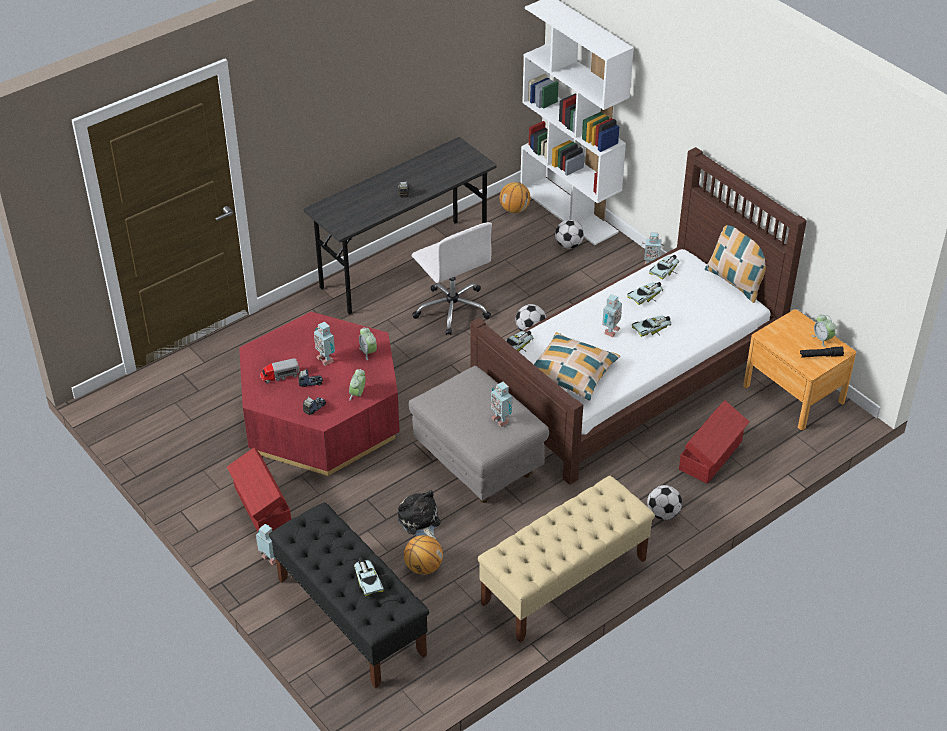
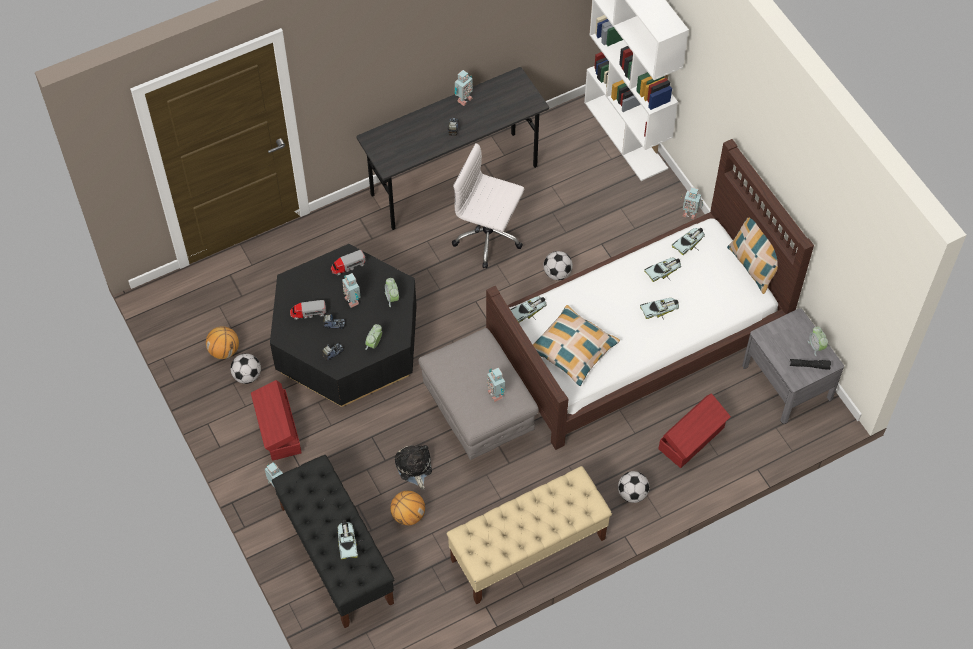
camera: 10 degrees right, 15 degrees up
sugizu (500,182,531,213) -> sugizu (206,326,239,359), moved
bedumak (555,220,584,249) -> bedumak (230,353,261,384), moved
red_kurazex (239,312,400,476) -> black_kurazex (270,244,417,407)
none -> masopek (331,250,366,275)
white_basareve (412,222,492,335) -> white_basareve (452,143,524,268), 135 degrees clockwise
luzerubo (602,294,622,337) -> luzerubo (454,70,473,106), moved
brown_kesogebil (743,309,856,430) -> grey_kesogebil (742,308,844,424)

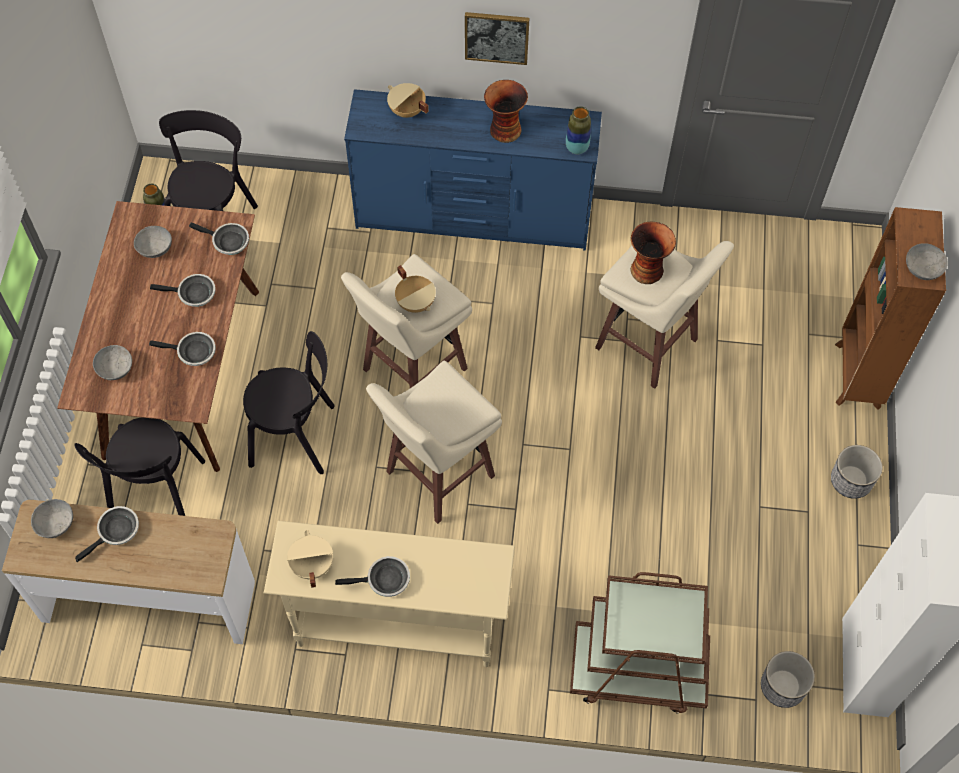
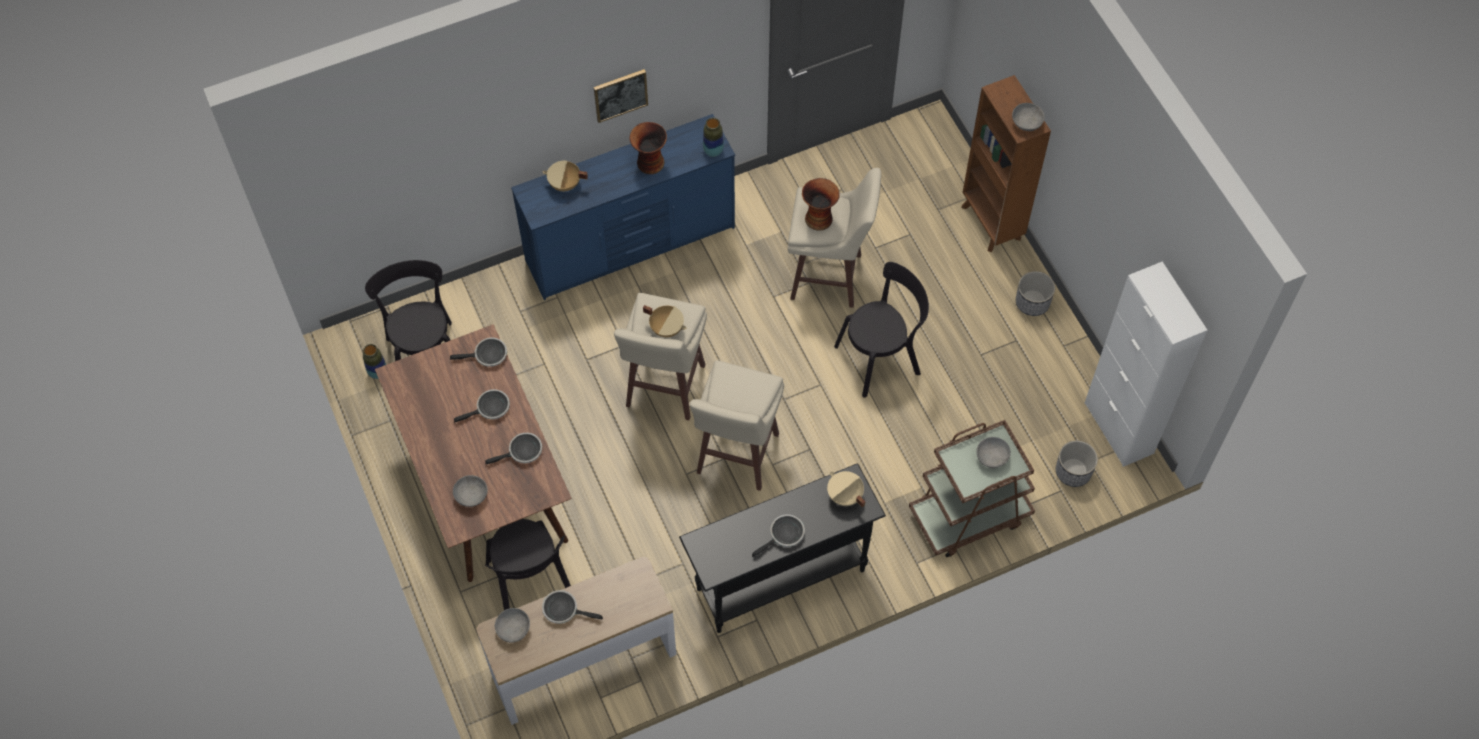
camera: 30 degrees left, 0 degrees up
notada (75,506,139,562) -> notada (542,590,603,624), 90 degrees counterclockwise
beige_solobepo (264,521,515,667) -> black_solobepo (679,463,886,633)
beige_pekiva (287,530,333,588) -> beige_pekiva (827,471,865,507), moved
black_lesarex (243,331,335,474) -> black_lesarex (834,262,929,398), moved
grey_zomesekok (134,226,172,258) -> grey_zomesekok (977,437,1011,468), moved

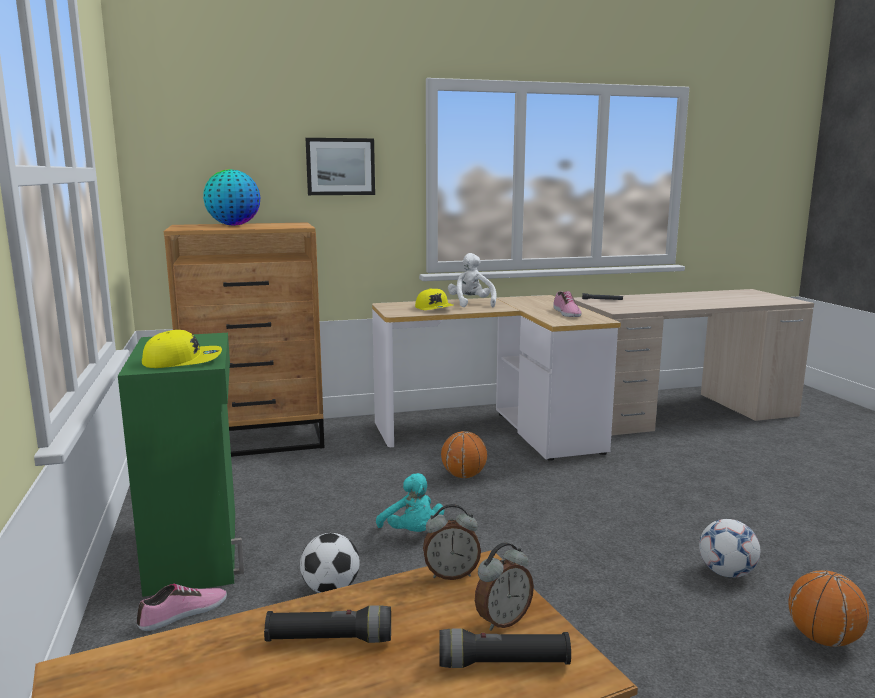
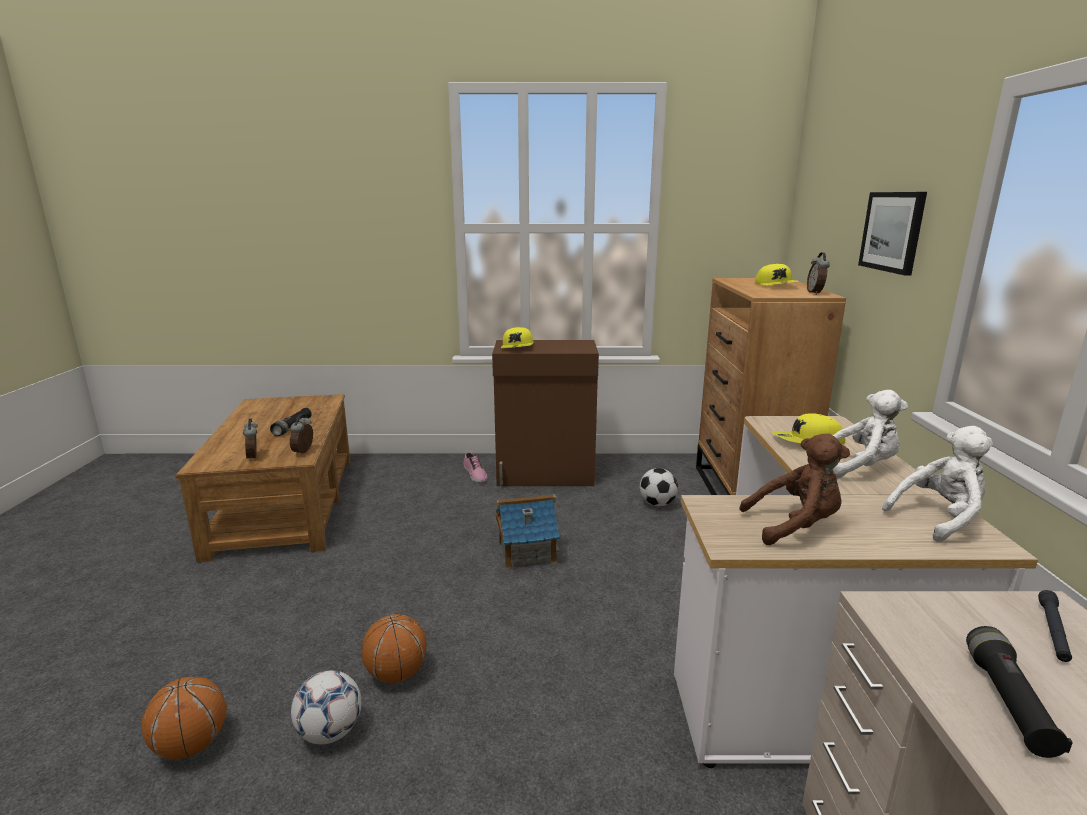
camera: 105 degrees right, 5 degrees up
sugizu (441,431,487,478) -> sugizu (361,614,427,683), moved
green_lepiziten (118,333,244,597) -> brown_lepiziten (492,340,599,486)
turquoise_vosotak (376,473,444,532) -> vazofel (495,494,560,569)
bedumak (300,533,360,593) -> bedumak (639,468,678,506), moved
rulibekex (553,291,582,317) -> brown_vosotak (739,433,850,545)
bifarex (203,169,260,226) -> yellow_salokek (755,263,799,285)
none -> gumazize (807,252,830,295)
none -> white_vosotak (882,426,993,542)
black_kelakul (439,629,571,668) -> black_kelakul (966,626,1073,758), moved

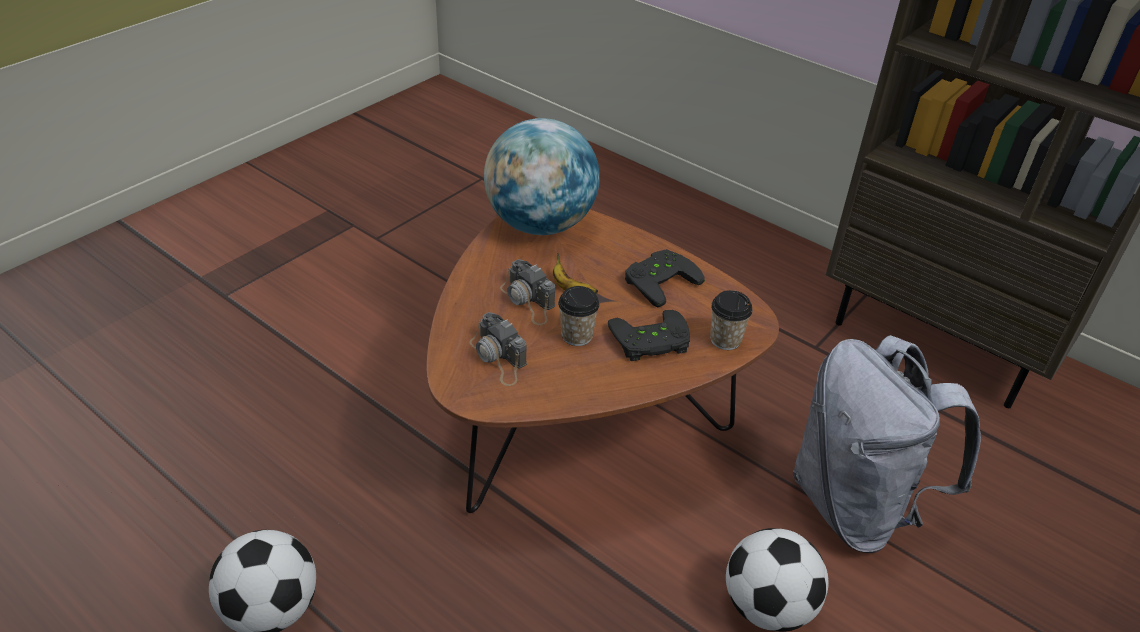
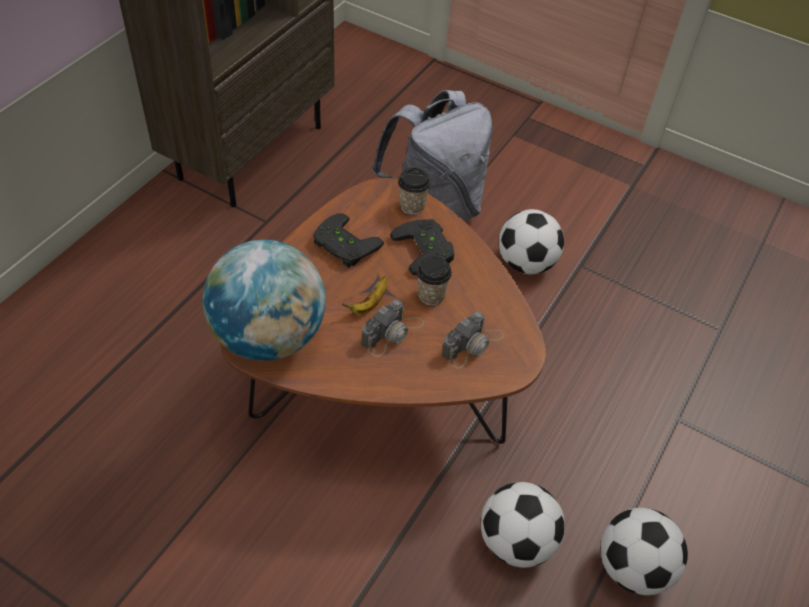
camera: 100 degrees left, 10 degrees up
none -> bedumak (481,482,565,568)

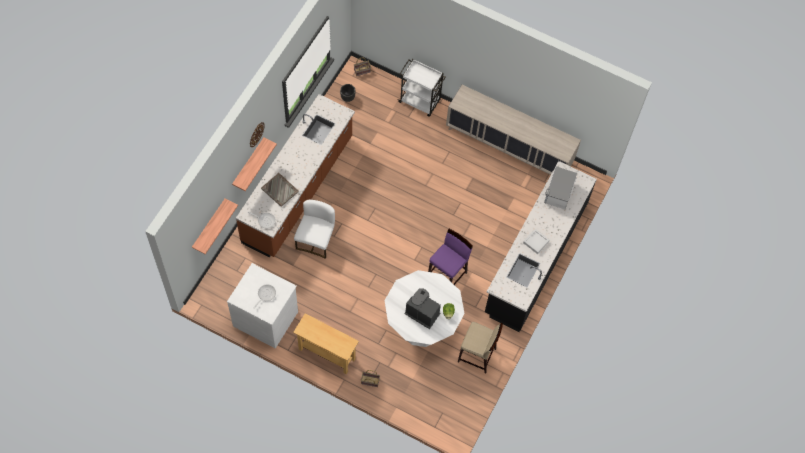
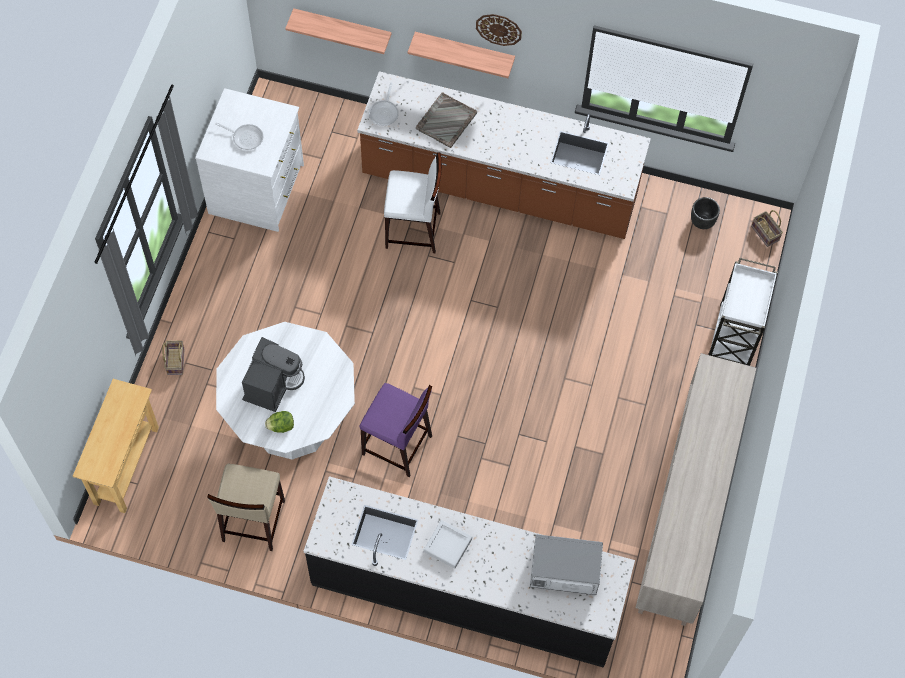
camera: 80 degrees right, 0 degrees up
beige_solobepo (293,313,359,374) -> beige_solobepo (73,379,159,513), moved
white_lesarex (294,200,335,259) -> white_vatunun (384,152,442,253)

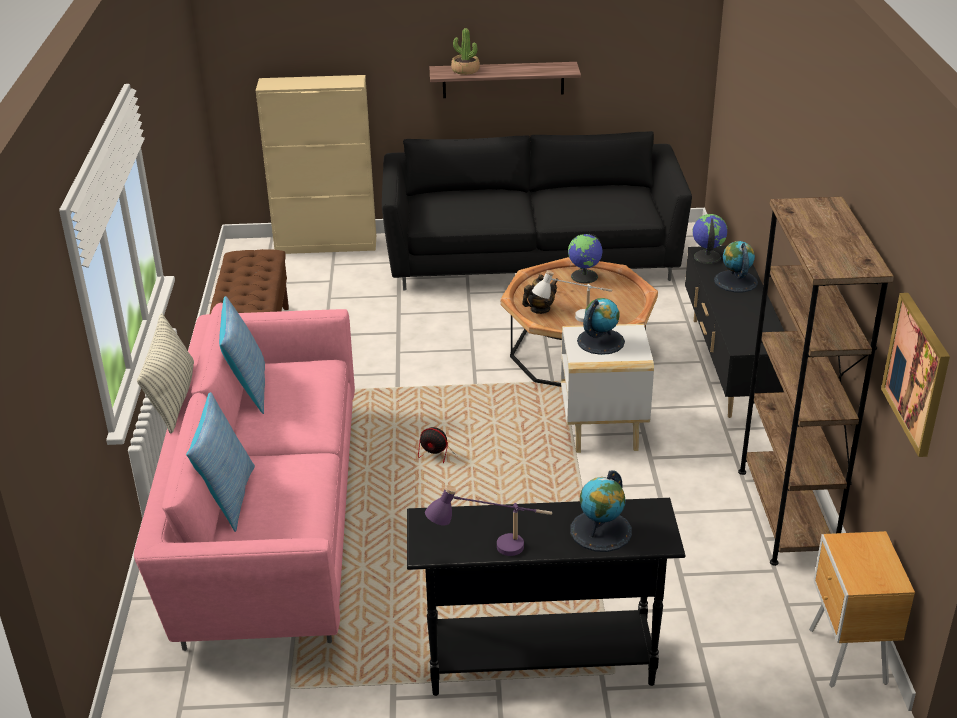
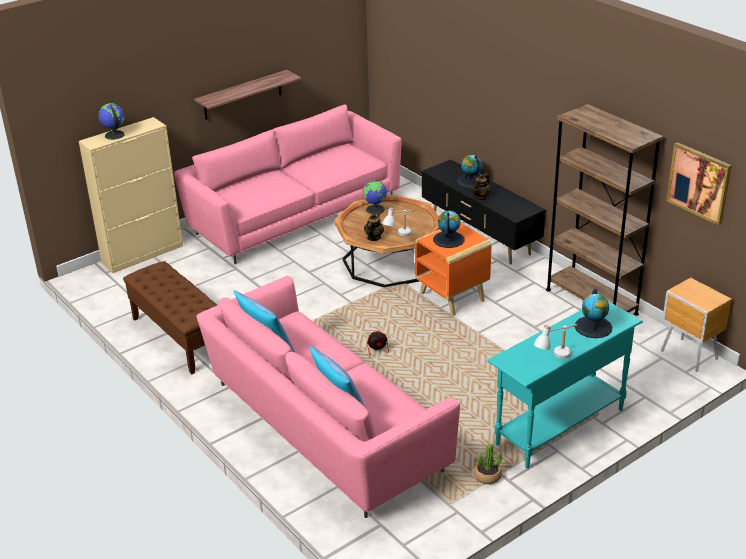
camera: 35 degrees left, 0 degrees up
bifarex (693,214,728,264) -> bifarex (98,103,125,140), moved
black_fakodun (382,131,692,291) -> pink_fakodun (174,104,402,264)
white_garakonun (561,324,654,453) -> orange_garakonun (415,223,492,316)
none -> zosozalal (472,174,490,201)
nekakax (451,28,480,75) -> nekakax (474,443,502,484), moved
black_solobepo (407,498,686,696) -> turquoise_solobepo (487,301,643,468)
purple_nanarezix (425,485,552,556) -> white_nanarezix (534,324,577,359)
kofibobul (137,313,194,433) -> none

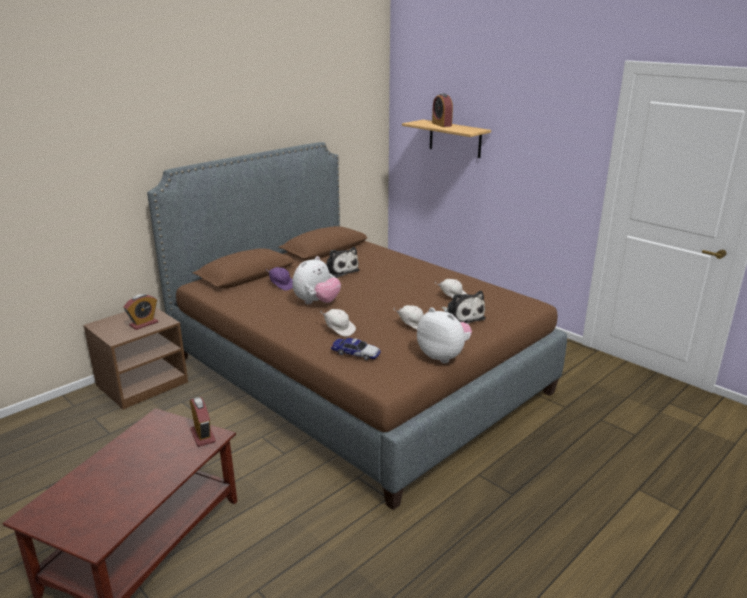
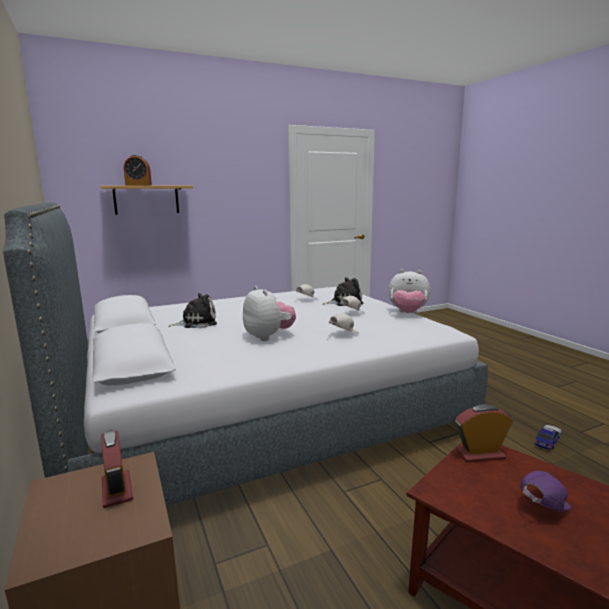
camera: 70 degrees left, 10 degrees down
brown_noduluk (147,142,567,510) -> grey_noduluk (3,202,488,506)
vosotak (417,307,472,363) -> vosotak (389,270,430,313), 135 degrees counterclockwise
purple_salokek (266,267,293,291) -> purple_salokek (521,471,571,512), moved
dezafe (331,338,381,360) -> dezafe (535,425,562,450), moved

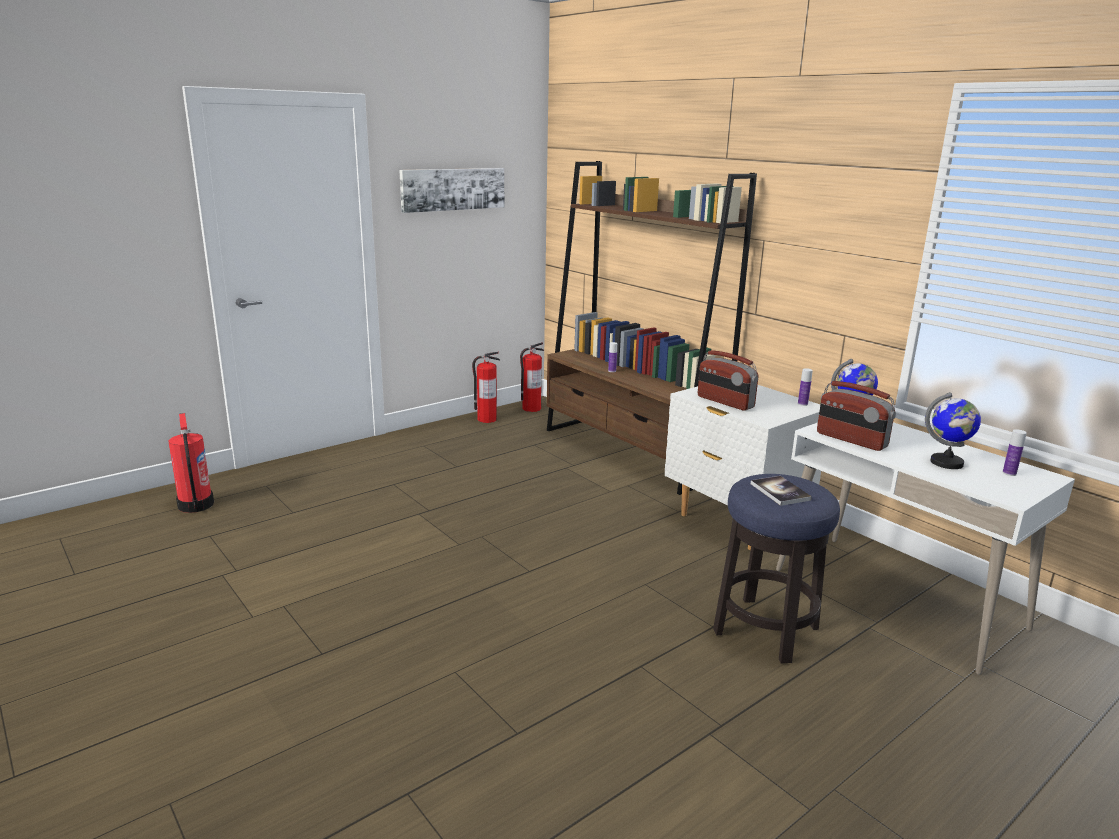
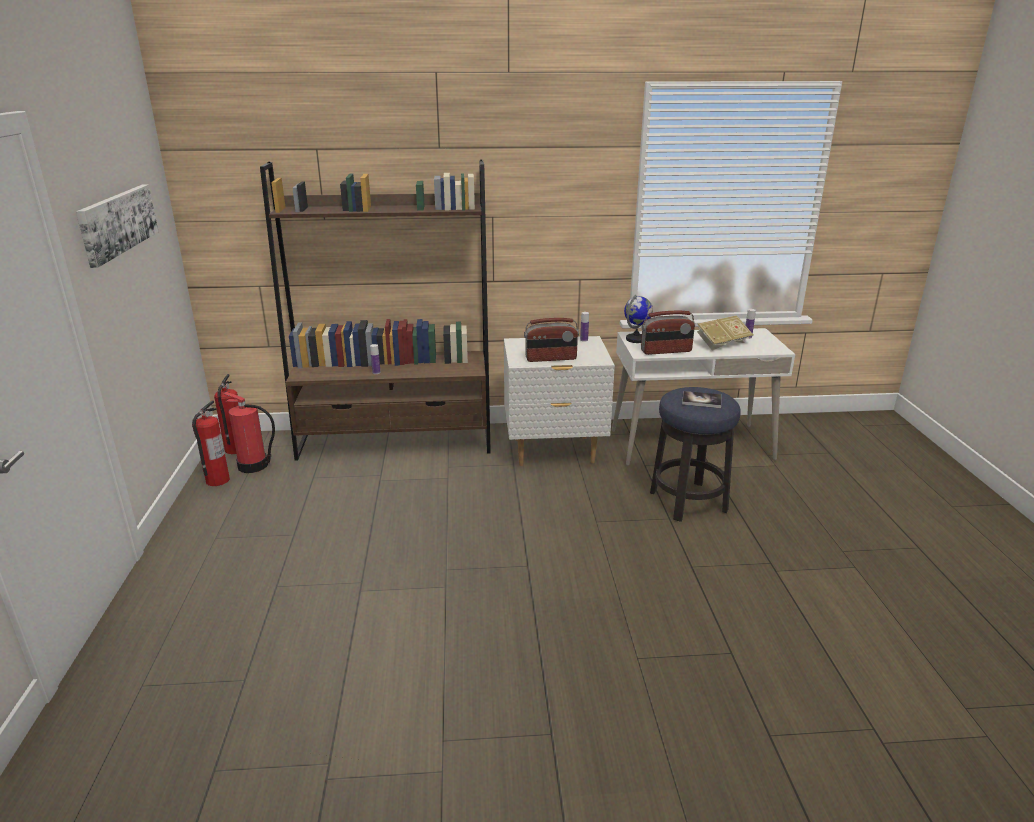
camera: 55 degrees left, 5 degrees up
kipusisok (168,413,214,513) -> kipusisok (224,392,275,473), moved
bifarex (925,392,981,469) -> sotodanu (697,315,753,351)

